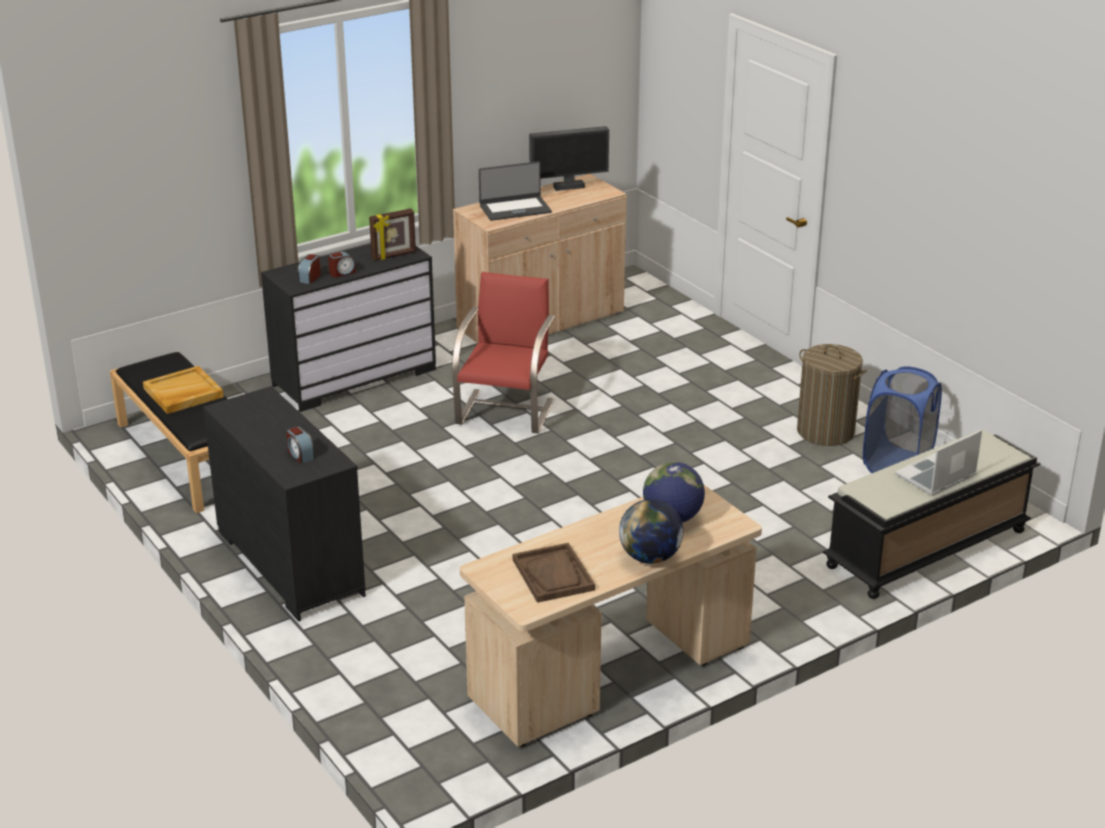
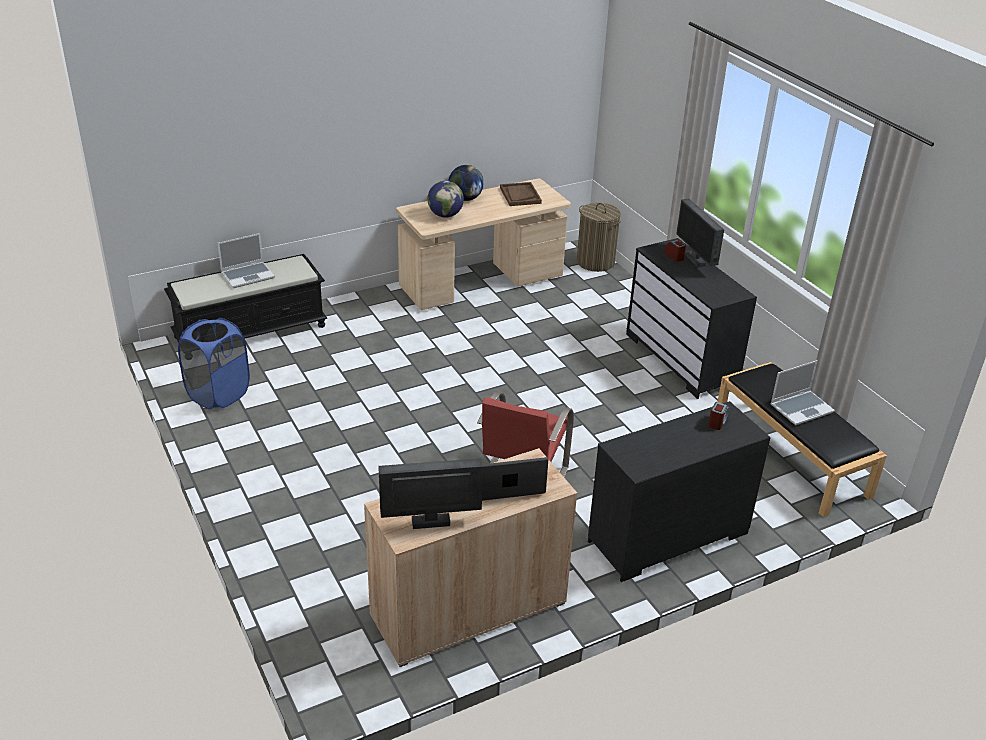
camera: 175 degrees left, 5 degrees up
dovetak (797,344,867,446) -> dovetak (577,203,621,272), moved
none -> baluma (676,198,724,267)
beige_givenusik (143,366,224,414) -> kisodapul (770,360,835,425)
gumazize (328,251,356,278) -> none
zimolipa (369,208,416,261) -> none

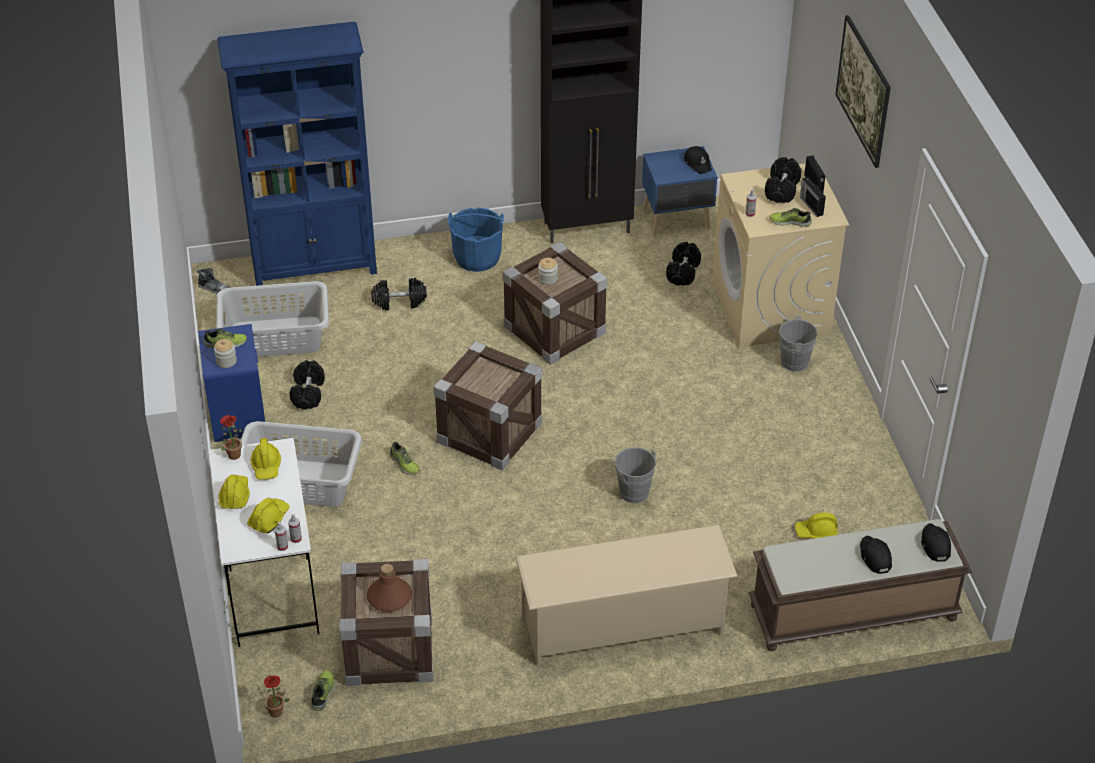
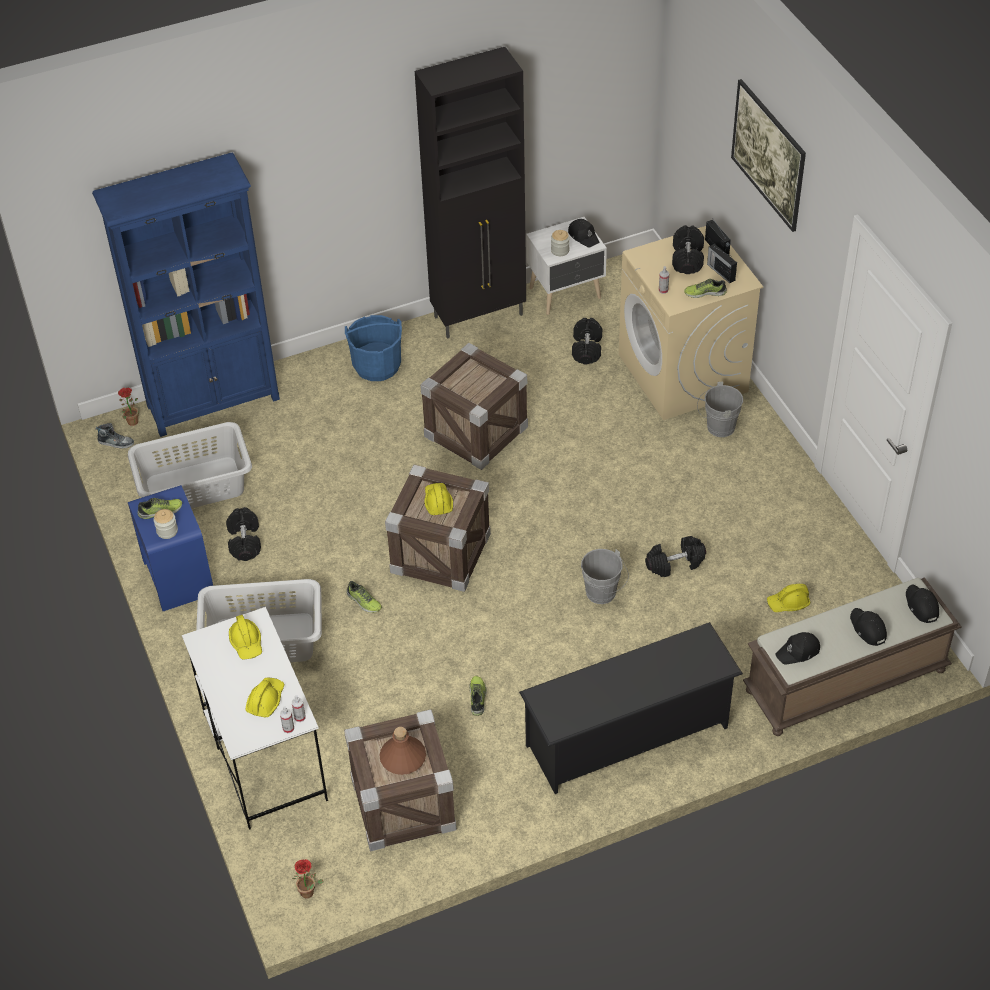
camera: 10 degrees left, 5 degrees up
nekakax (220,415,242,460) -> nekakax (118,388,139,426), moved
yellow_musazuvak (218,475,250,509) -> yellow_musazuvak (424,483,453,515), moved
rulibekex (311,670,335,711) -> rulibekex (469,676,487,716), moved
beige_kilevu (516,525,738,666) -> black_kilevu (519,622,743,794)
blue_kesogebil (642,146,717,236) -> white_kesogebil (526,217,607,315)
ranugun (538,258,558,285) -> ranugun (551,230,570,256), moved
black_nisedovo (371,278,427,310) -> black_nisedovo (645,536,706,577), moved
none -> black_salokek (775,632,820,665)

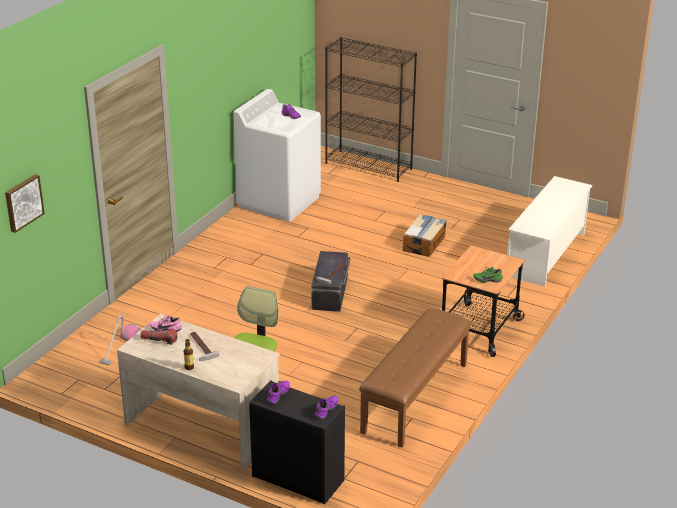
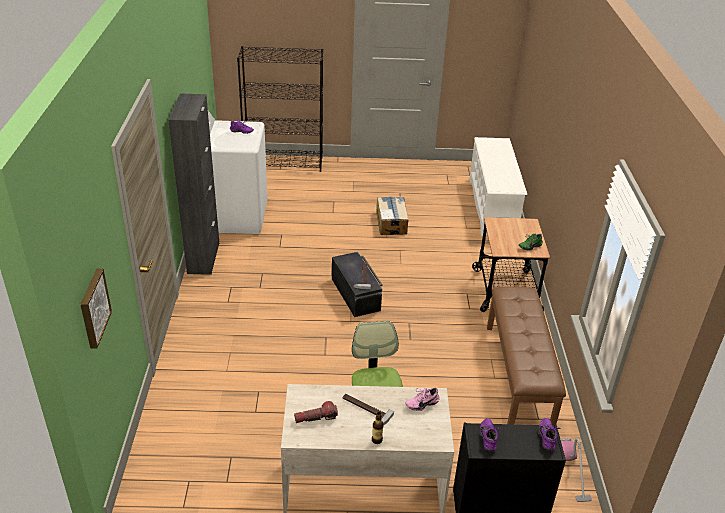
camera: 30 degrees left, 5 degrees up
none -> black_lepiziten (168,93,219,275)
pink_rulibekex (150,315,182,332) -> pink_rulibekex (406,388,440,411), moved
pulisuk (99,315,141,365) -> pulisuk (560,438,592,502), moved

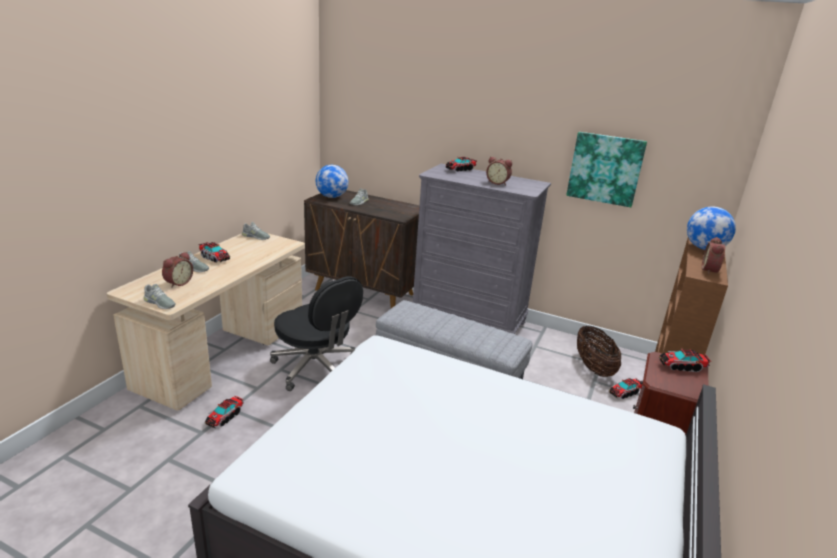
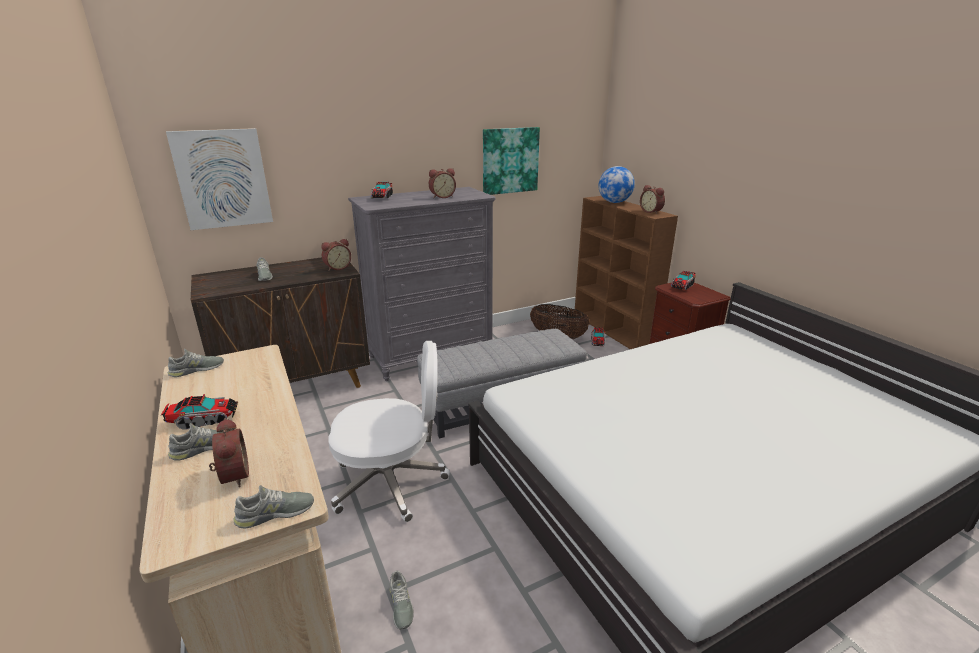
camera: 50 degrees left, 0 degrees up
none -> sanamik (166,128,273,230)
none -> gumazize (321,239,351,271)
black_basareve (270,276,363,391) -> white_basareve (328,341,450,522)
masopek (205,396,244,428) -> grey_rulibekex (390,571,414,630)
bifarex (316,165,348,198) -> none

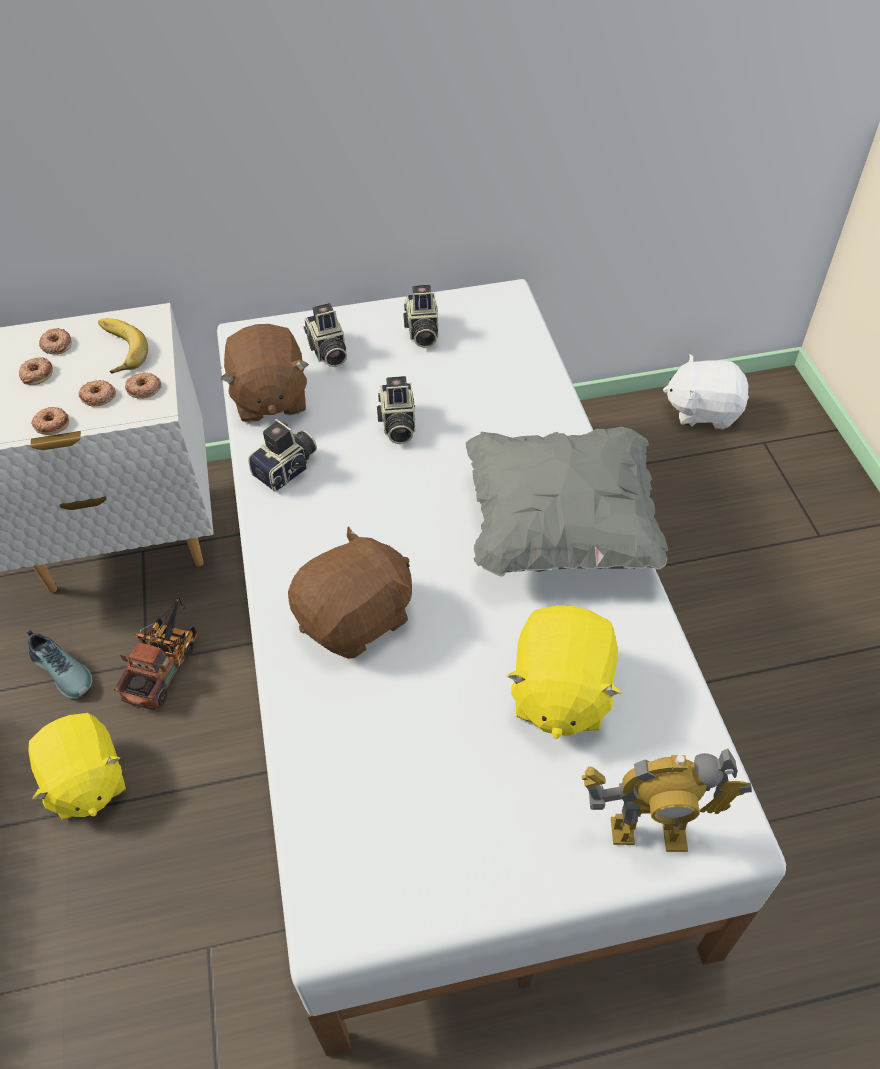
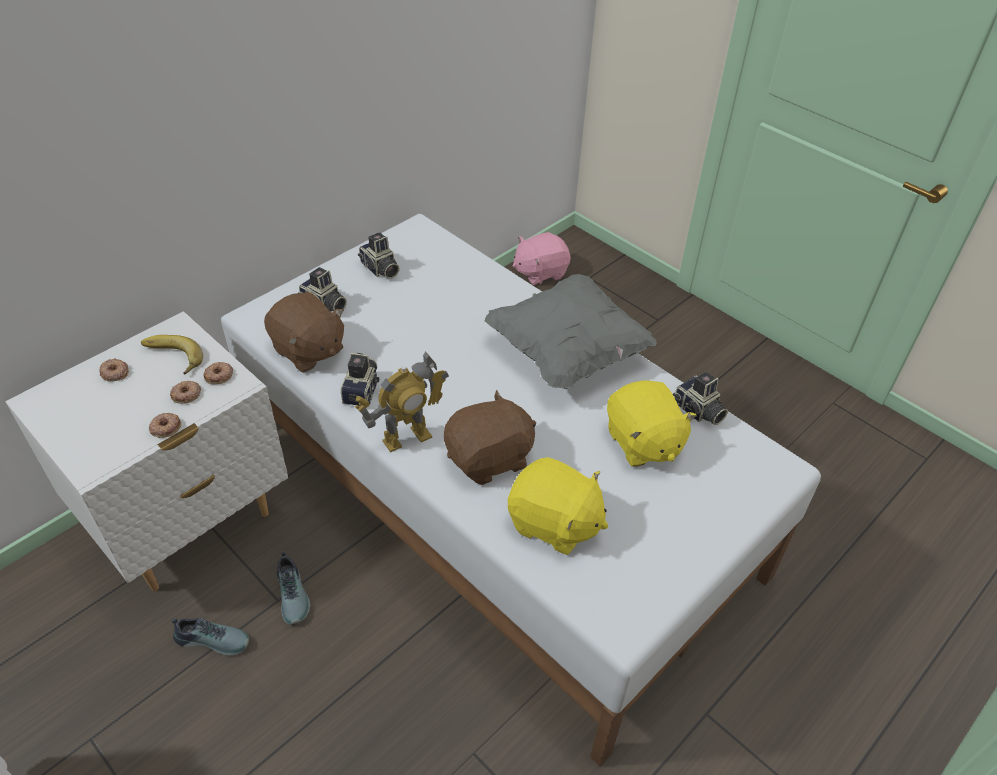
camera: 35 degrees left, 5 degrees down
masopek (114,597,198,710) -> rulibekex (277,551,310,625)
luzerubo (582,749,752,852) -> luzerubo (355,351,449,452), moved
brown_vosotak (288,527,412,659) -> brown_vosotak (444,390,536,485), 45 degrees clockwise
yellow_vosotak (28,713,126,820) -> yellow_vosotak (508,457,608,555), moved
white_vosotak (663,354,749,429) -> pink_vosotak (513,232,570,286)
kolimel (377,376,416,444) -> kolimel (673,372,728,425), moved
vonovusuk (19,357,53,385) -> none

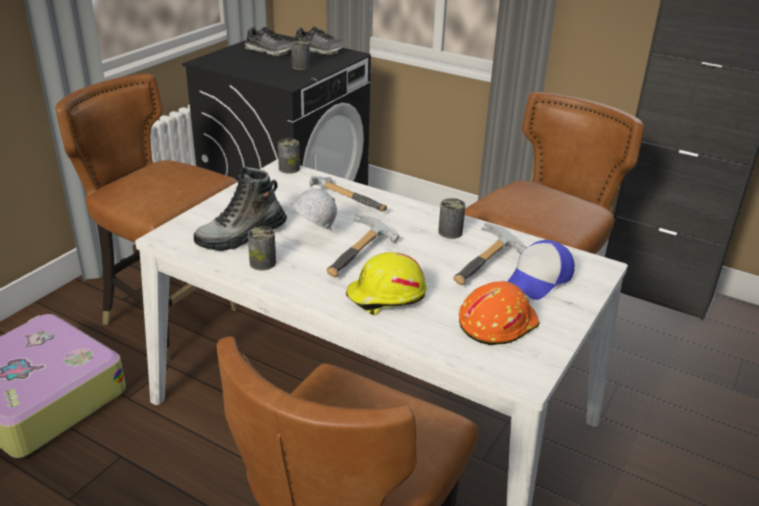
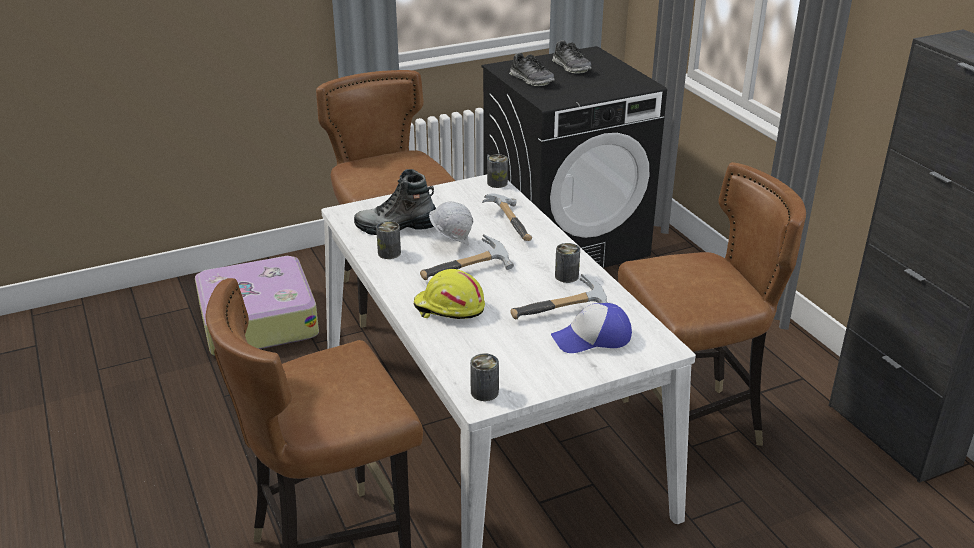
camera: 35 degrees right, 0 degrees up
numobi (291,40,310,70) -> numobi (470,353,499,401), moved
rulibekex (294,27,345,54) -> rulibekex (509,53,555,86), moved
orange_musazuvak (459,281,539,345) -> none

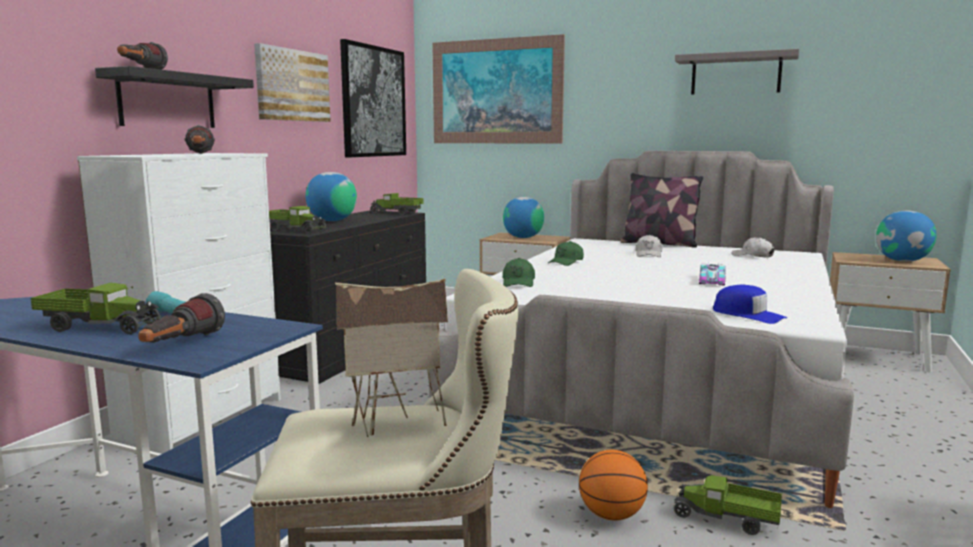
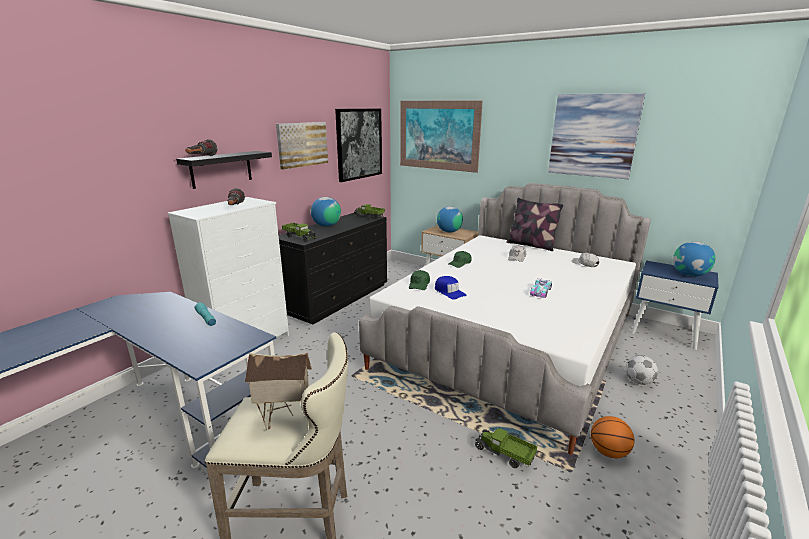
camera: 10 degrees right, 10 degrees up
blue_salokek (713,285,787,324) -> blue_salokek (435,276,467,300), moved
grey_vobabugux (675,49,799,95) -> sanamik (548,93,645,179)
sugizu (579,450,648,521) -> sugizu (591,416,634,458), moved
none -> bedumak (625,355,658,385)
beige_kesogebil (830,252,951,373) -> blue_kesogebil (631,261,719,350)
masopek (31,283,162,334) -> none
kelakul (138,293,225,343) -> none

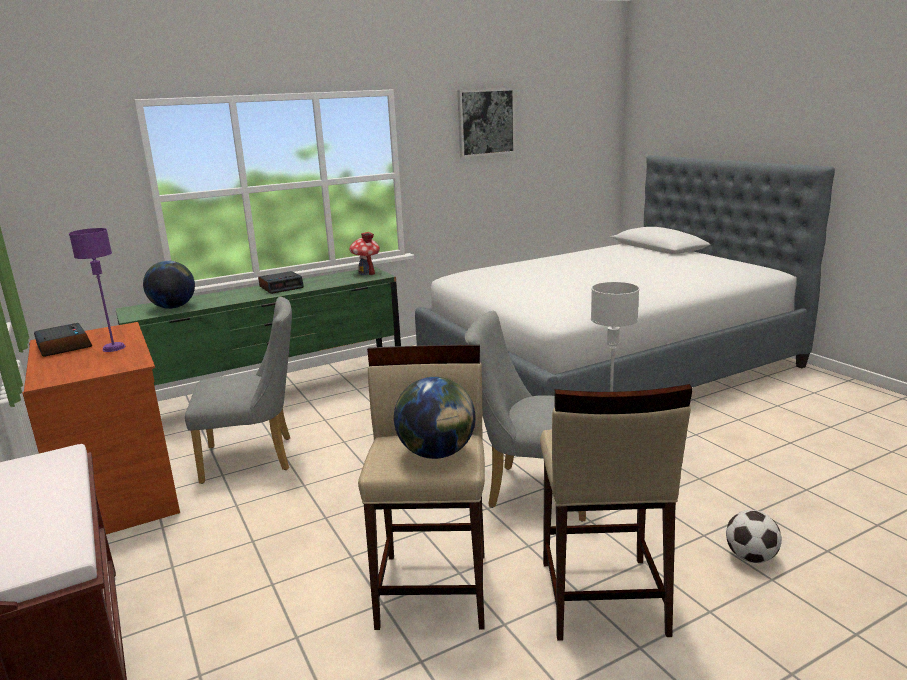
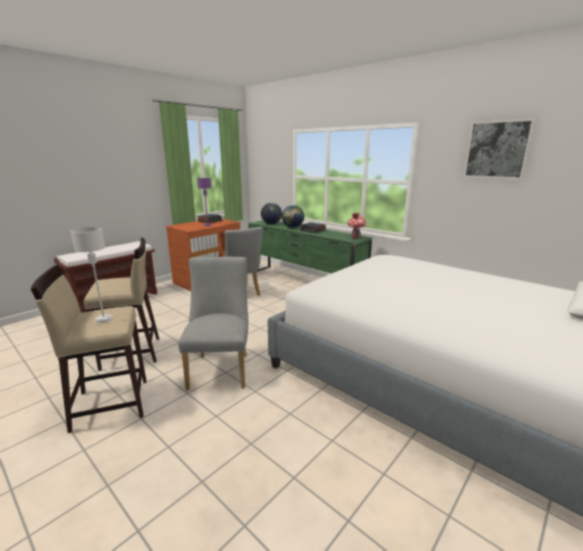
camera: 70 degrees right, 0 degrees up
bifarex (394,377,475,459) -> bifarex (282,205,304,228), moved
bedumak (726,510,782,563) -> none

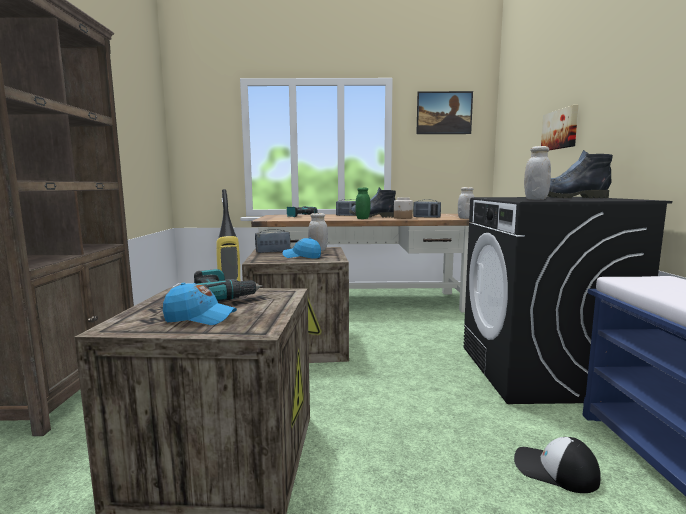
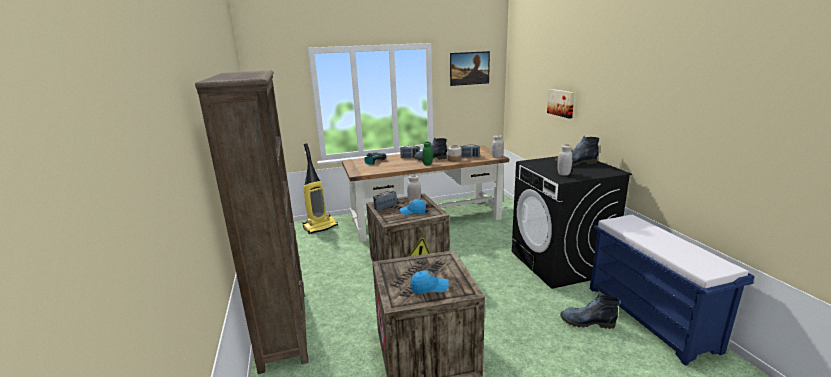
camera: 15 degrees left, 10 degrees up
salokek (514,437,601,493) -> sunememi (560,294,619,329)
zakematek (194,269,262,301) -> none

